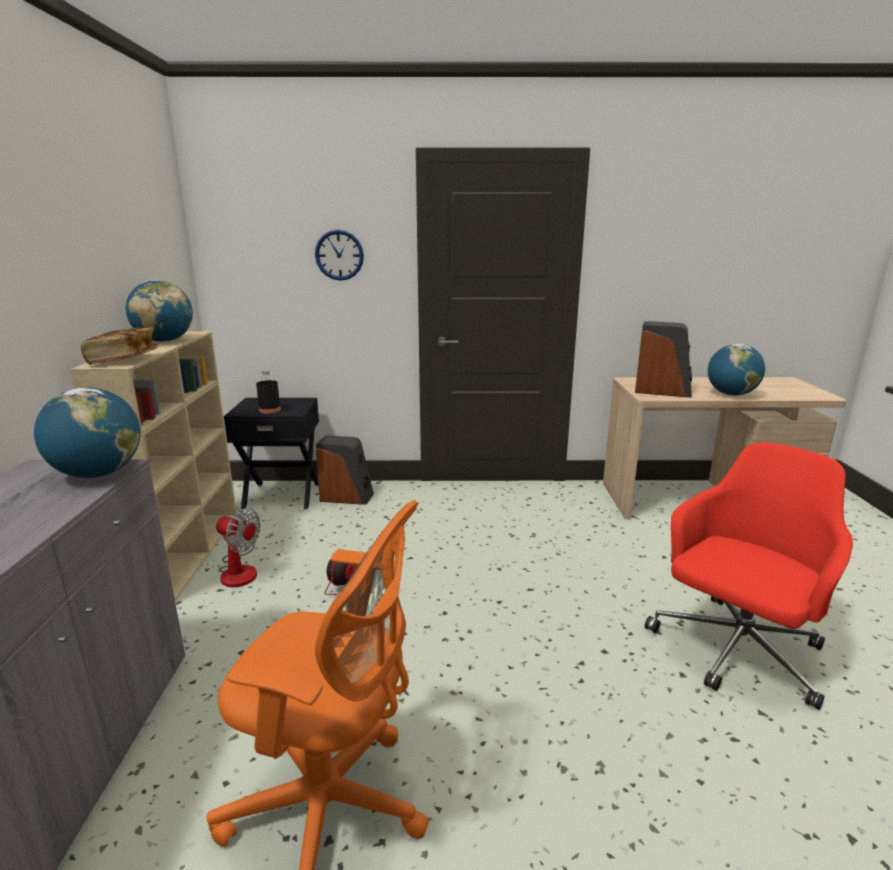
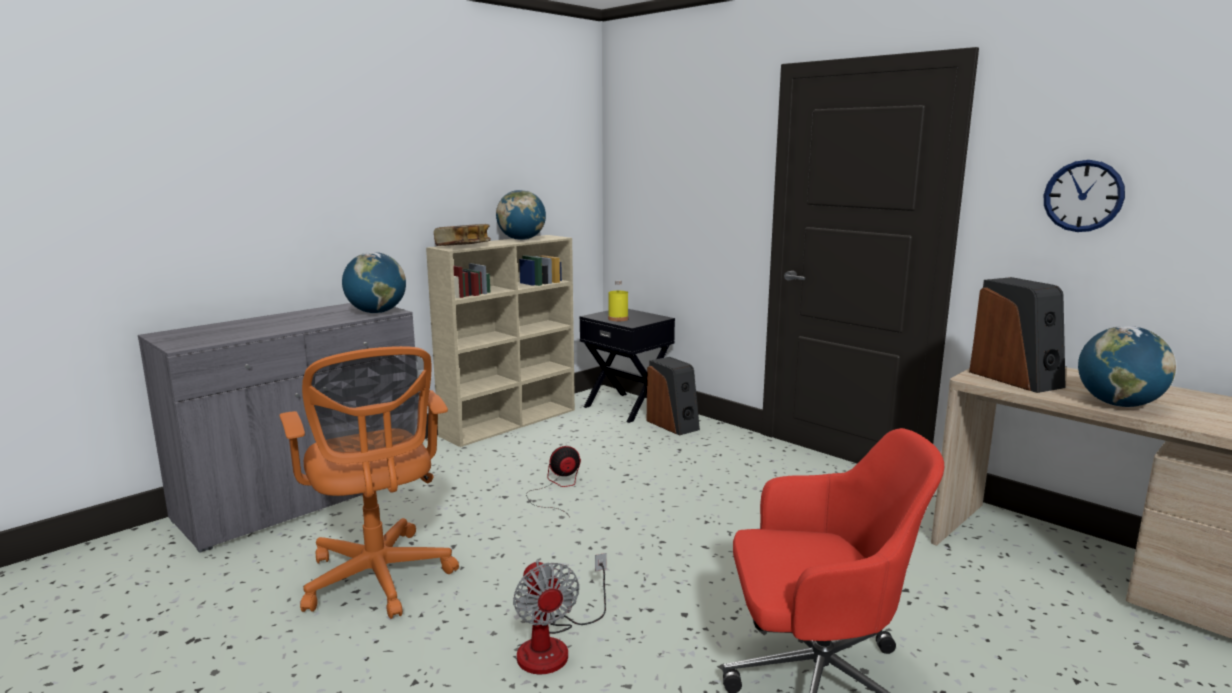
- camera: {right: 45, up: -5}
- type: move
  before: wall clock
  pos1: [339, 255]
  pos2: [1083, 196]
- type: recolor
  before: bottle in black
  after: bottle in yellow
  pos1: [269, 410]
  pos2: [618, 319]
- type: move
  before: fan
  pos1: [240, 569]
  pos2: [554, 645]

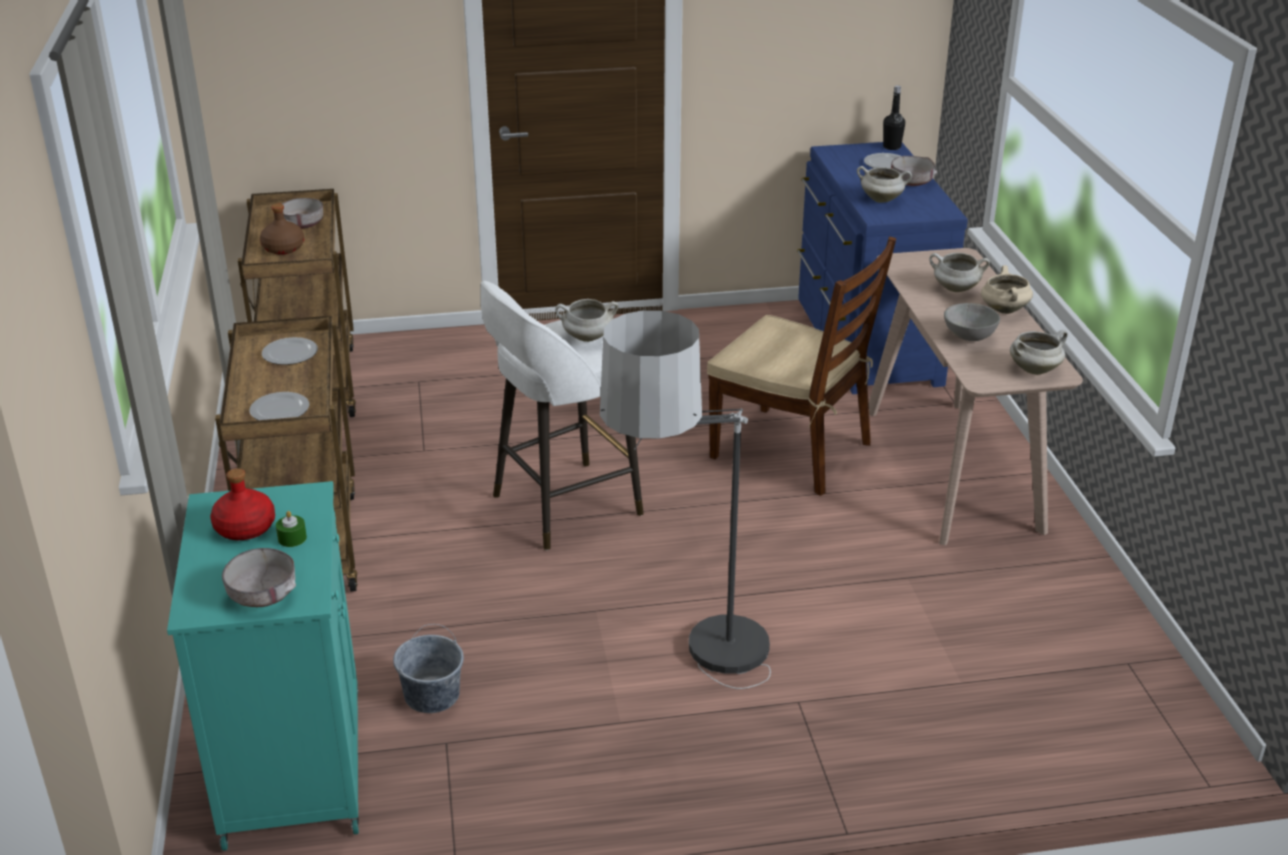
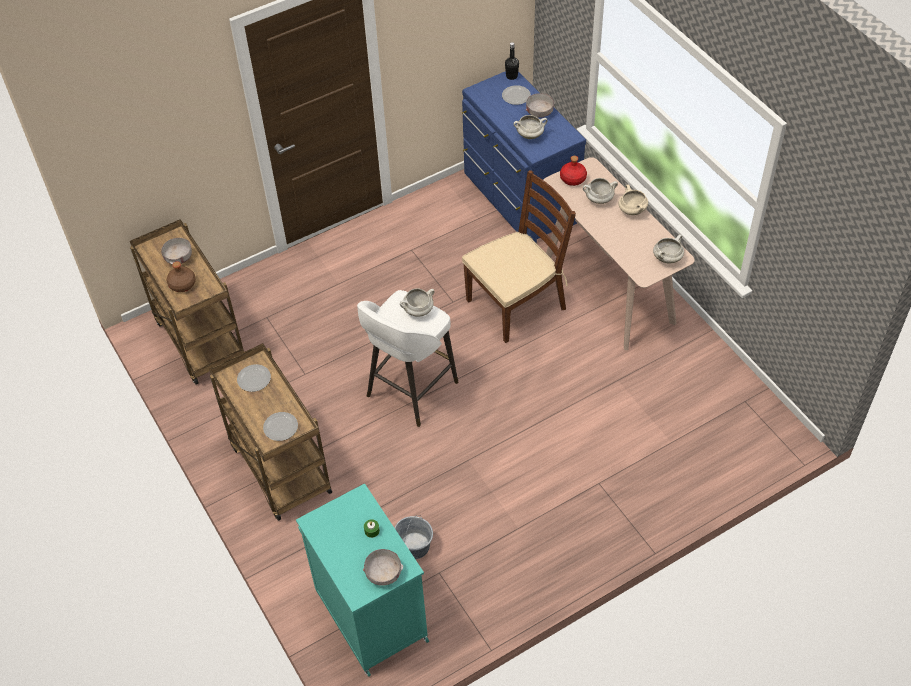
- camera: {right: -20, up: 20}
- type: rotate
  before: chair in brown
  pos1: [792, 450]
  pos2: [516, 304]
  turn: -45
- type: delete
  before: bowl in grey
  pos1: [968, 337]
- type: delete
  before: floor lamp
  pos1: [694, 687]
- type: move
  before: bottle in red
  pos1: [245, 528]
  pos2: [573, 179]

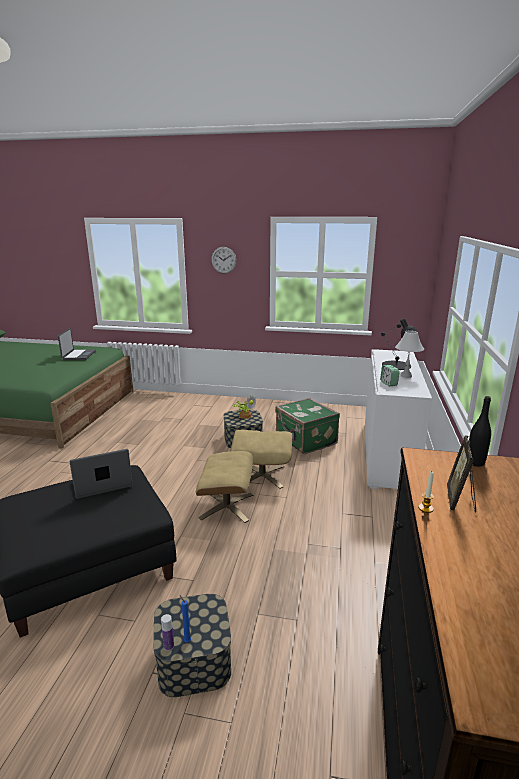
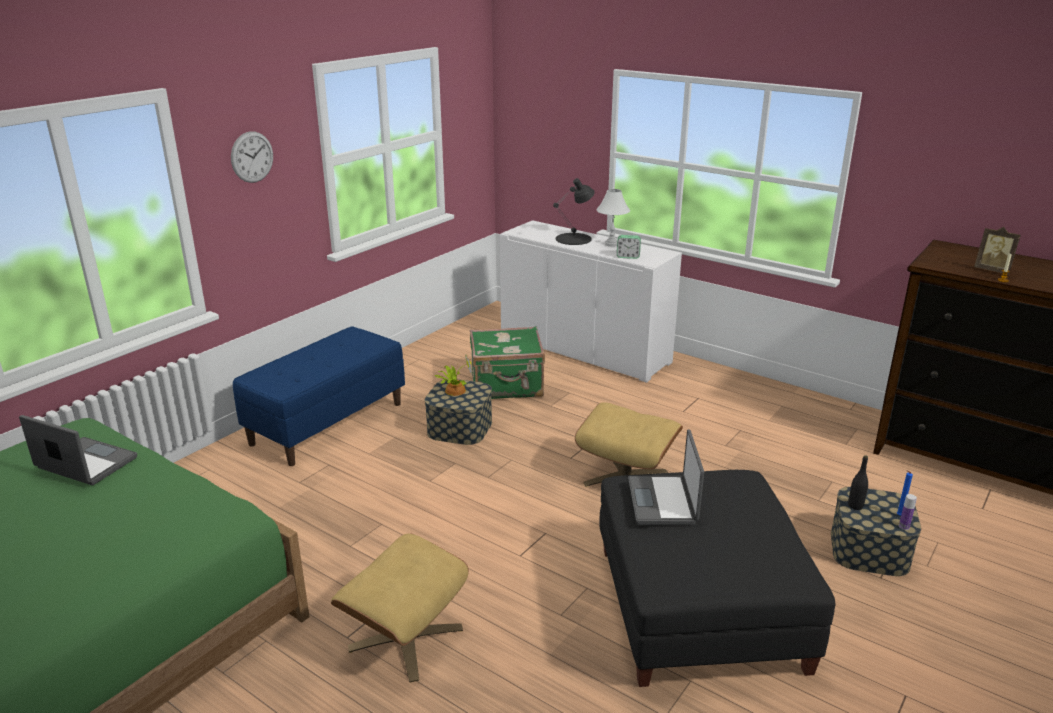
- camera: {right: -65, up: 5}
- type: move
  before: bottle in black
  pos1: [475, 462]
  pos2: [855, 506]
- type: move
  before: ottoman in beige
  pos1: [262, 475]
  pos2: [405, 638]
- type: insert
  after: bench in blue
  pos2: [327, 423]

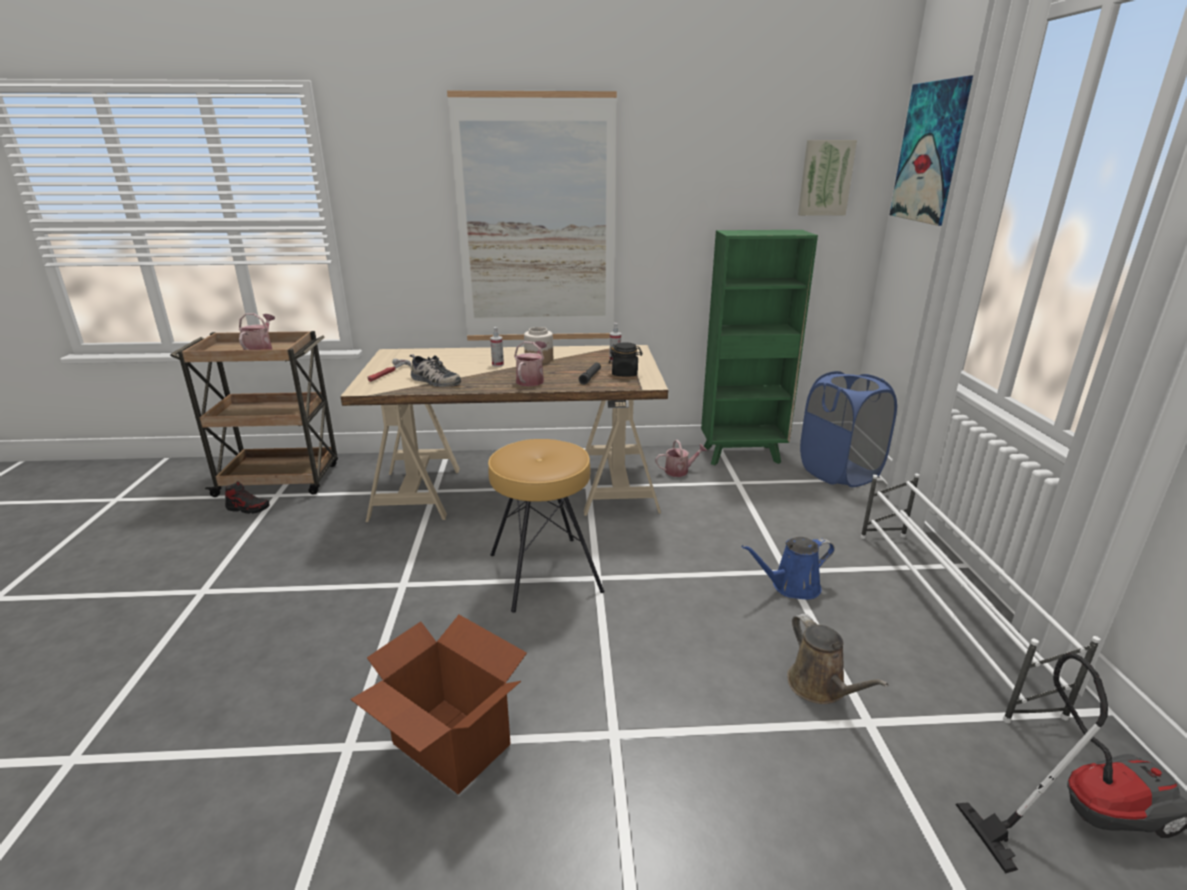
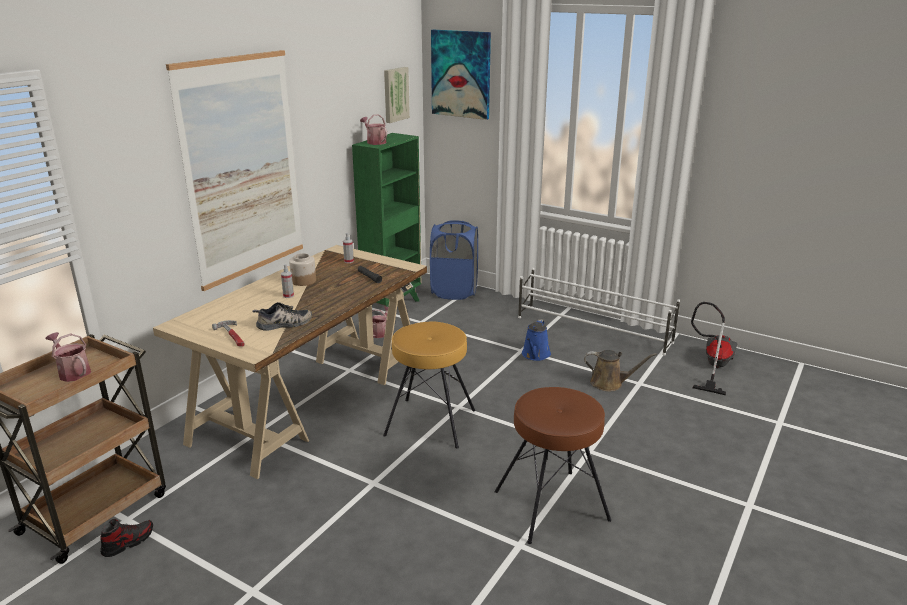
- camera: {right: -55, up: 0}
- type: move
  before: watering can
  pos1: [531, 380]
  pos2: [375, 142]
- type: delete
  before: jar in black
  pos1: [625, 374]
- type: replace
  before: cardboard box
  after: stool in brown
  pos1: [450, 745]
  pos2: [551, 506]

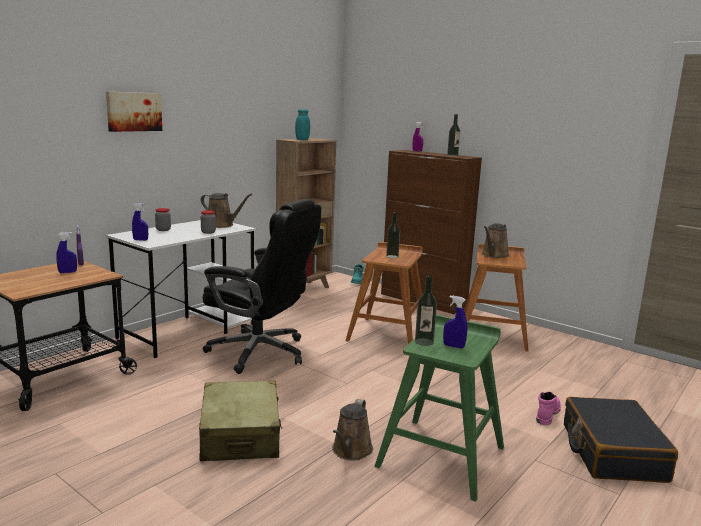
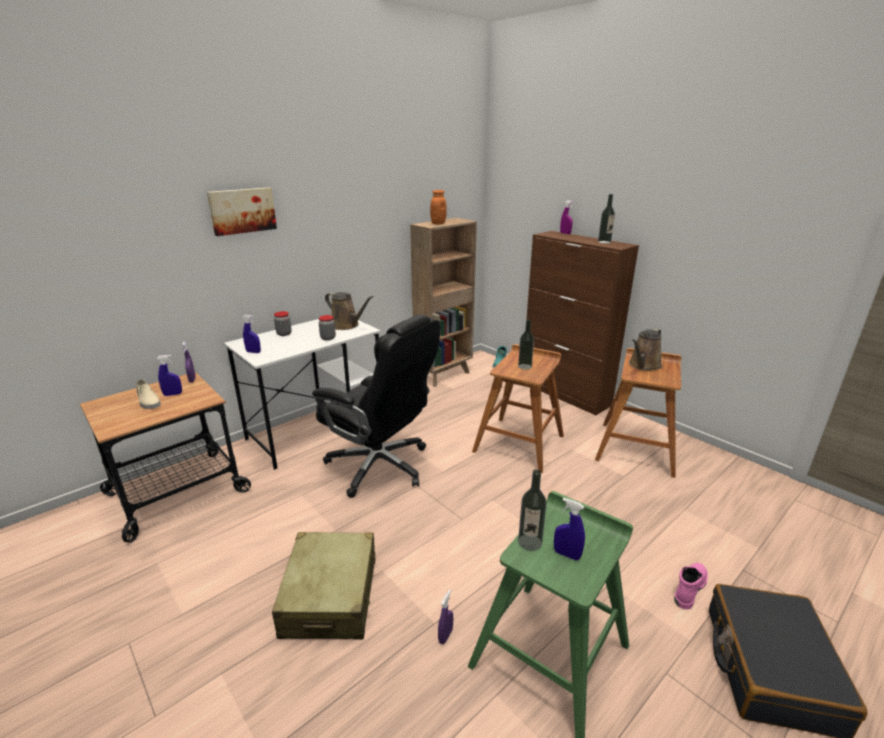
- camera: {right: 10, up: 10}
- type: recolor
  before: jar in turquoise
  after: jar in orange
  pos1: [302, 139]
  pos2: [438, 223]
- type: replace
  before: watering can in brown
  after: spray bottle in purple
  pos1: [351, 451]
  pos2: [445, 636]
- type: insert
  after: shoe in beige
  pos2: [148, 400]

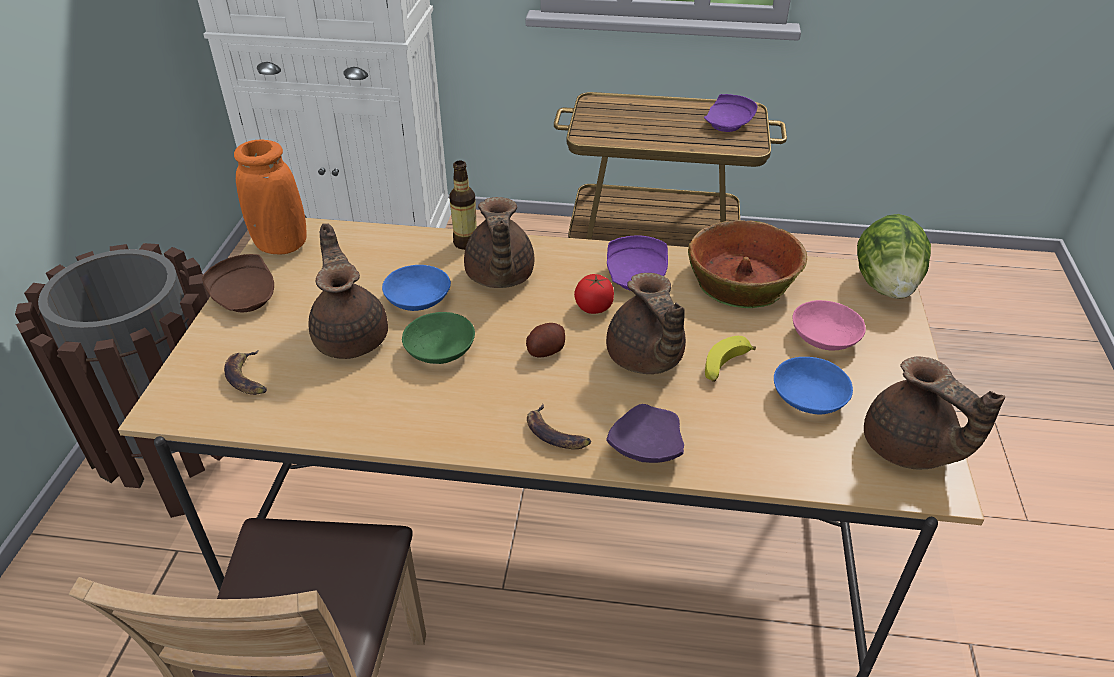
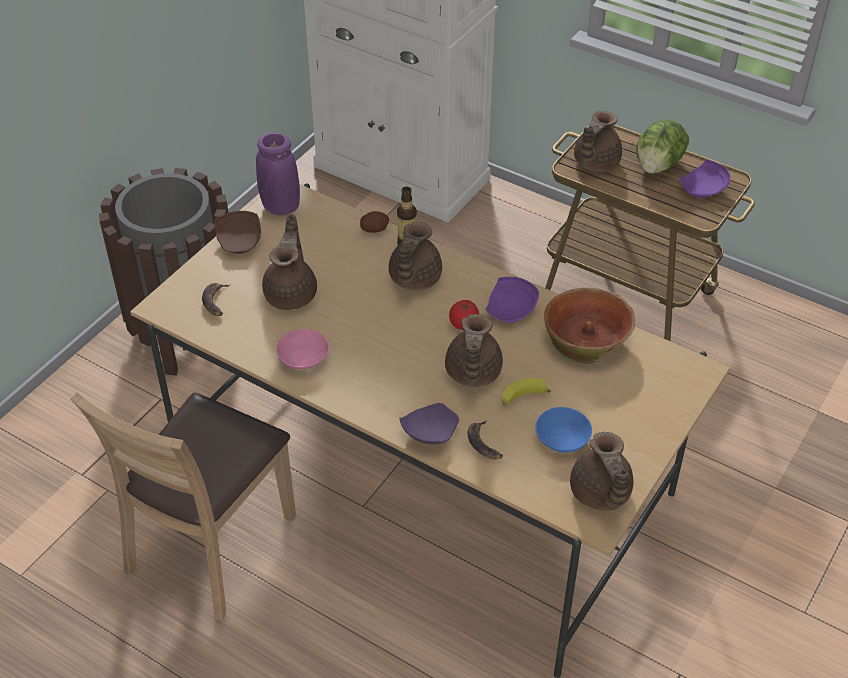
- camera: {right: 25, up: 5}
- type: recolor
  before: vase in orange
  after: vase in purple
  pos1: [281, 245]
  pos2: [280, 207]
- type: move
  before: lettuce
  pos1: [885, 285]
  pos2: [658, 166]
- type: delete
  before: bowl in blue
  pos1: [418, 300]
- type: move
  before: bowl in pink
  pos1: [826, 338]
  pos2: [303, 358]
- type: delete
  before: bowl in green
  pos1: [440, 349]
- type: move
  before: potato
  pos1: [545, 350]
  pos2: [374, 229]
- type: move
  before: banana
  pos1: [556, 433]
  pos2: [484, 443]
- type: insert
  after: teapot in brown
  pos2: [594, 163]

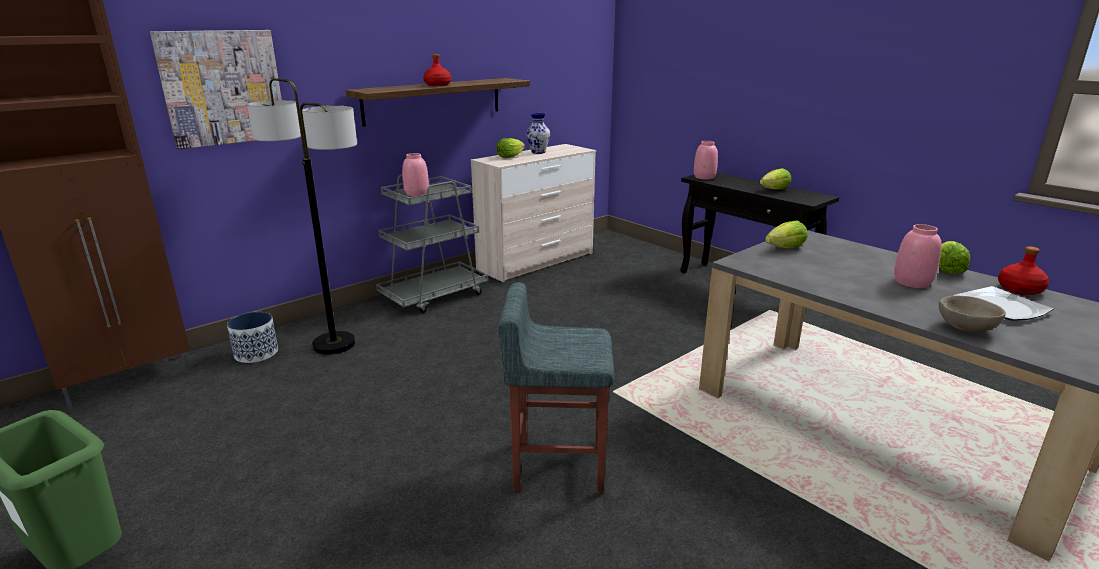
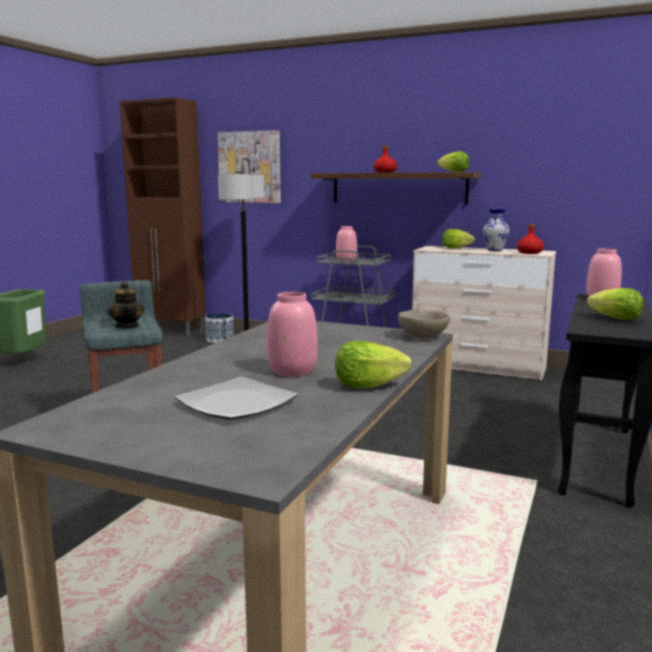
- camera: {right: 65, up: -10}
- type: move
  before: lettuce
  pos1: [785, 248]
  pos2: [454, 172]
- type: move
  before: bottle in red
  pos1: [1019, 289]
  pos2: [530, 253]
- type: move
  before: bowl in beige
  pos1: [966, 328]
  pos2: [423, 336]
- type: insert
  after: teapot
  pos2: [127, 326]

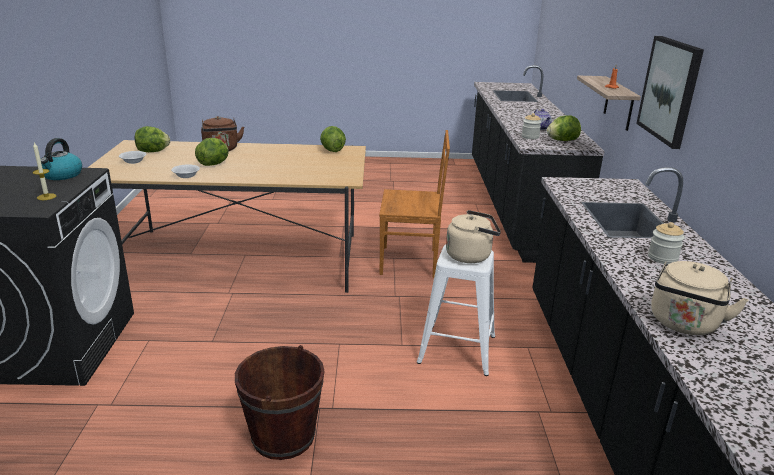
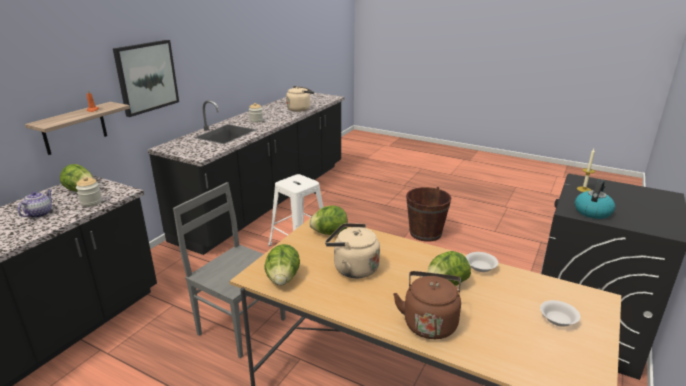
- camera: {right: -150, up: 0}
- type: move
  before: lettuce
  pos1: [153, 151]
  pos2: [329, 233]
- type: recolor
  before: chair in brown
  after: chair in grey
  pos1: [411, 262]
  pos2: [240, 325]
- type: move
  before: kettle in beige
  pos1: [471, 255]
  pos2: [353, 268]

